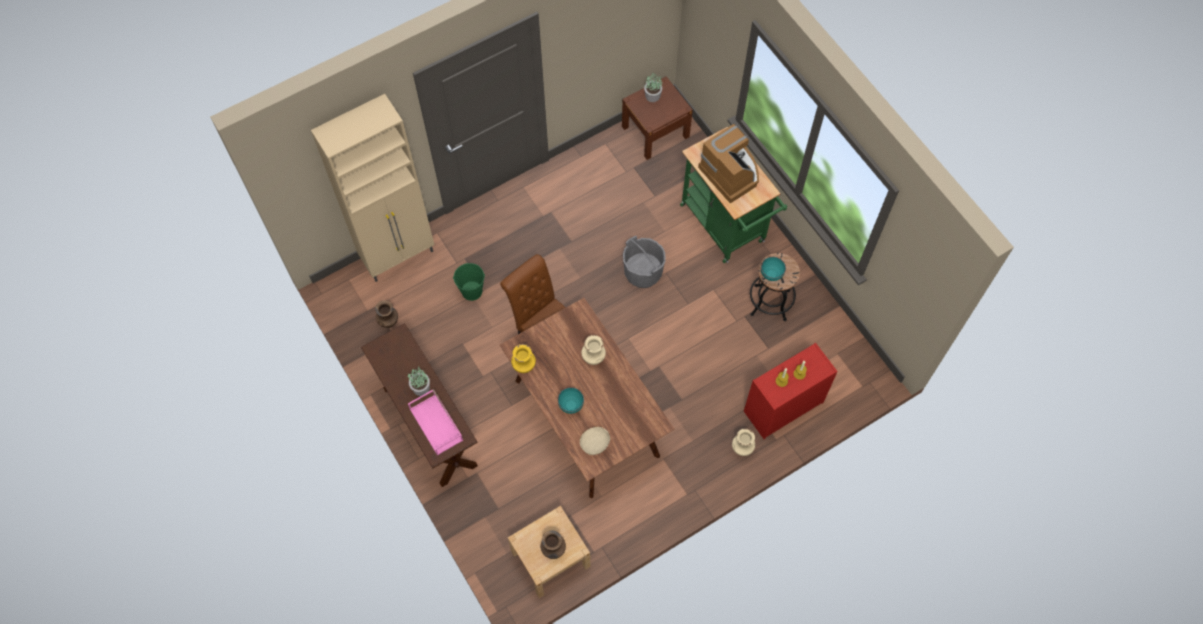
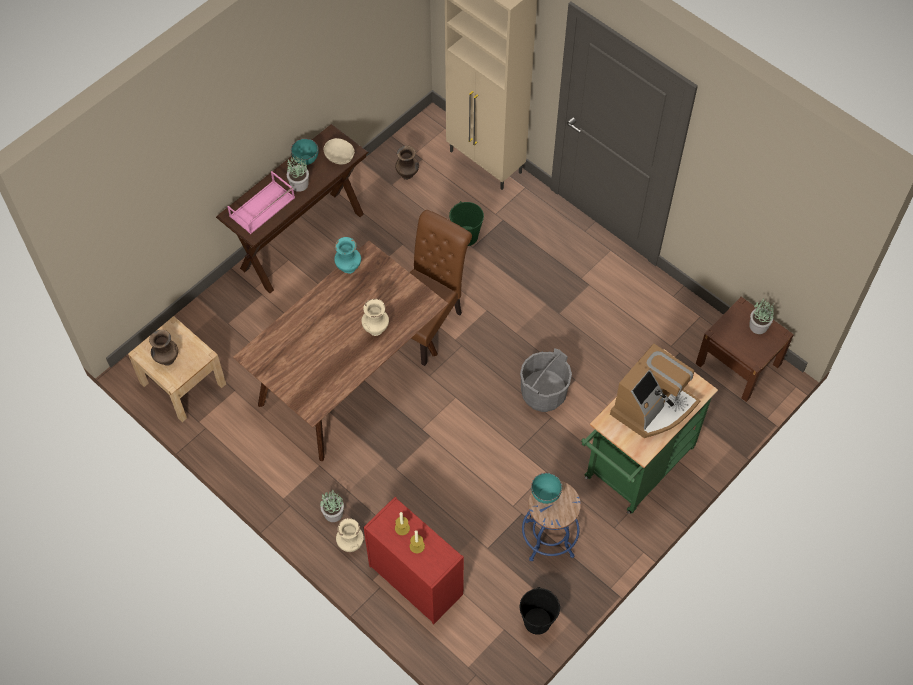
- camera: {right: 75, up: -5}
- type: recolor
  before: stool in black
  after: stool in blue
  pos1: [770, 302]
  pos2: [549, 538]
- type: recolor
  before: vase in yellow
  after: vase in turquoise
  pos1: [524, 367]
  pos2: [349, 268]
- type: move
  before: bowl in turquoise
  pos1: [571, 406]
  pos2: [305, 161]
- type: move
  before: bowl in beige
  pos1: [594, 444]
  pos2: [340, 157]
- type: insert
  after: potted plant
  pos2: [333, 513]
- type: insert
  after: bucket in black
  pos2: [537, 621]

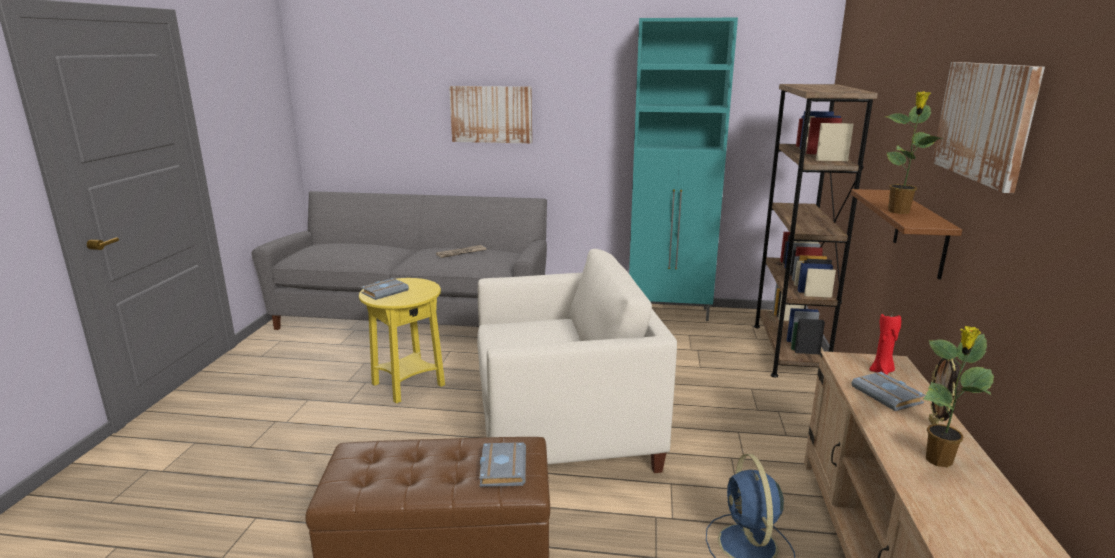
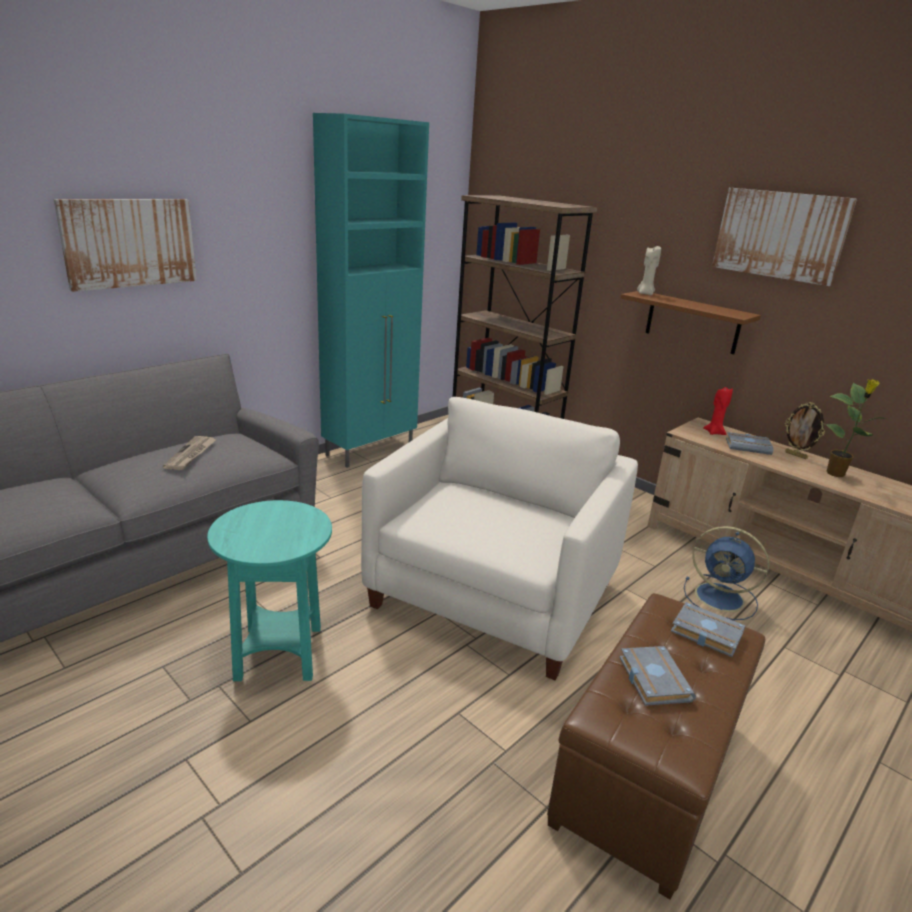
- camera: {right: -55, up: 5}
- type: delete
  before: potted plant
  pos1: [899, 212]
- type: recolor
  before: side table in yellow
  after: side table in turquoise
  pos1: [408, 385]
  pos2: [279, 653]
- type: move
  before: book in grey
  pos1: [385, 291]
  pos2: [651, 678]
- type: insert
  after: candle in beige
  pos2: [645, 294]

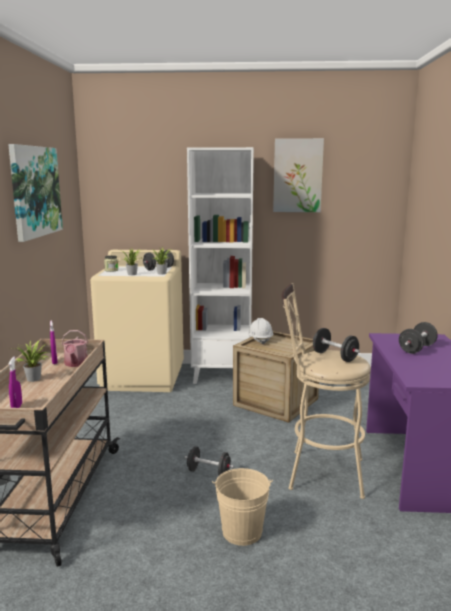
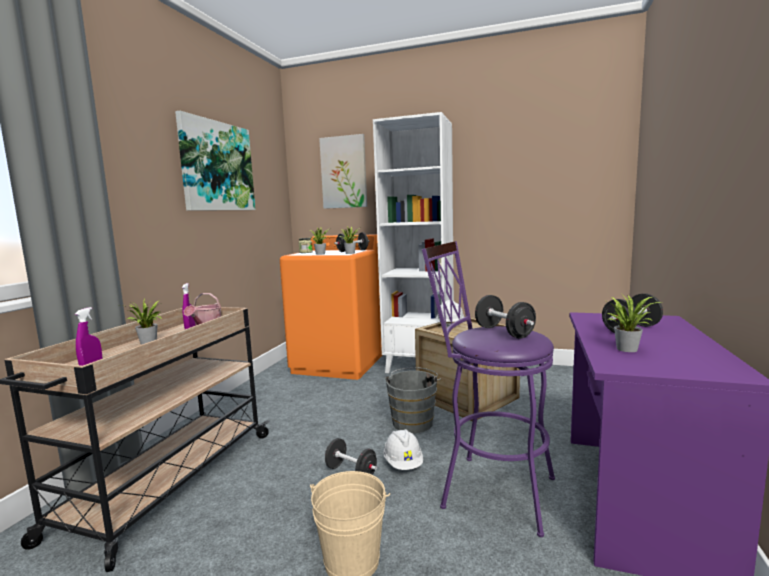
- camera: {right: 15, up: -5}
- type: move
  before: picture
  pos1: [297, 175]
  pos2: [344, 172]
- type: recolor
  before: washing machine in beige
  after: washing machine in orange
  pos1: [143, 377]
  pos2: [339, 363]
- type: recolor
  before: stool in beige
  after: stool in purple
  pos1: [318, 472]
  pos2: [488, 489]
- type: insert
  after: potted plant
  pos2: [627, 348]
- type: insert
  after: bucket in grey
  pos2: [413, 421]
- type: insert
  after: hard hat in white
  pos2: [403, 464]

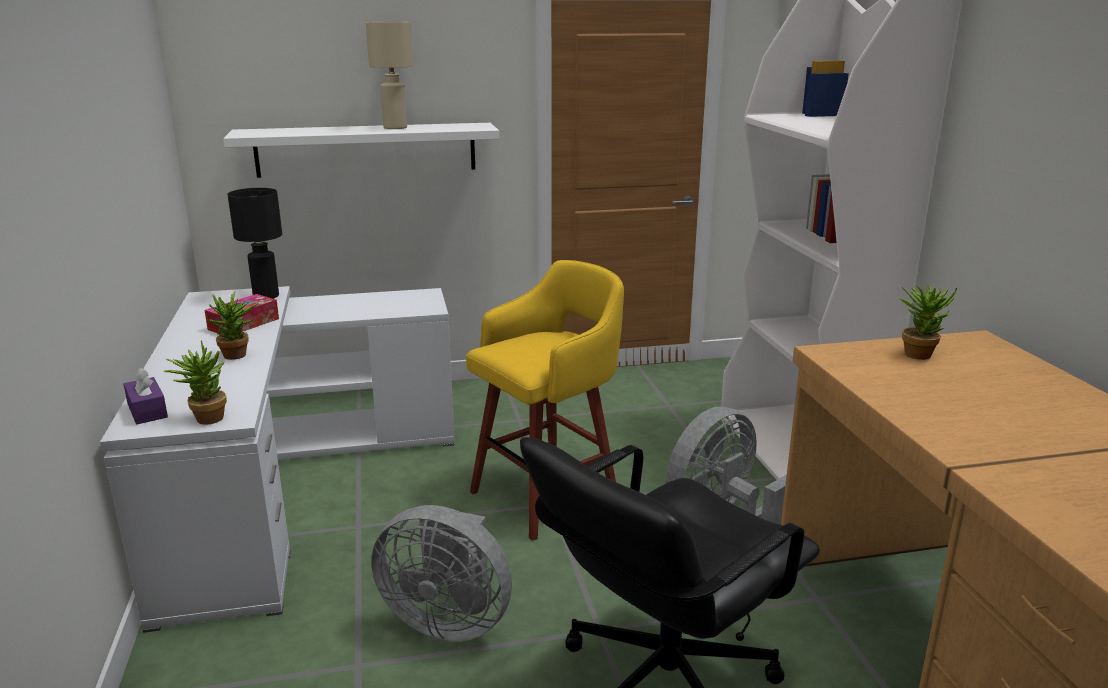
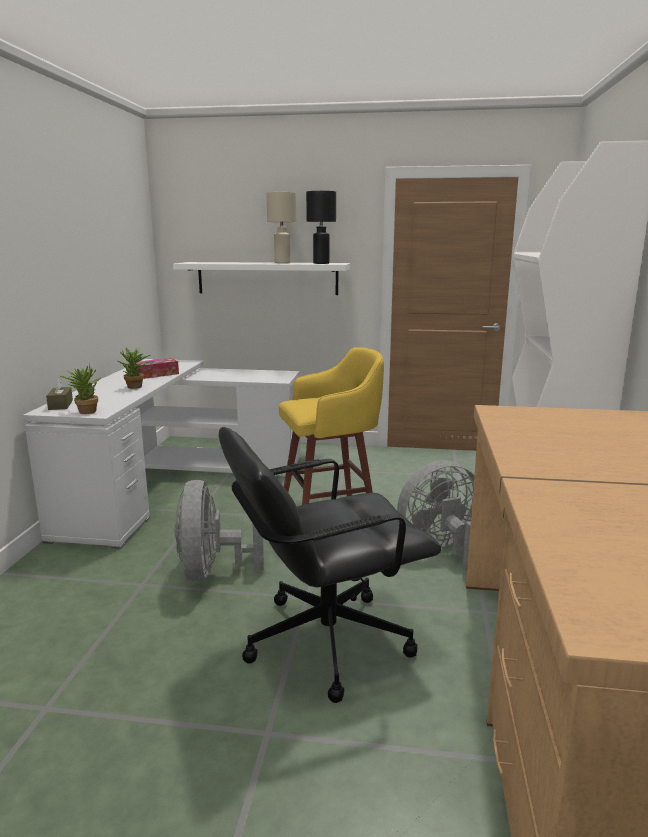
- camera: {right: 20, up: -5}
- type: move
  before: table lamp in black
  pos1: [265, 296]
  pos2: [321, 263]
- type: delete
  before: potted plant
  pos1: [919, 353]
- type: recolor
  before: tissue box in purple
  after: tissue box in brown
  pos1: [147, 410]
  pos2: [60, 405]
- type: rotate
  before: fan in grey
  pos1: [448, 620]
  pos2: [213, 571]
  turn: 45

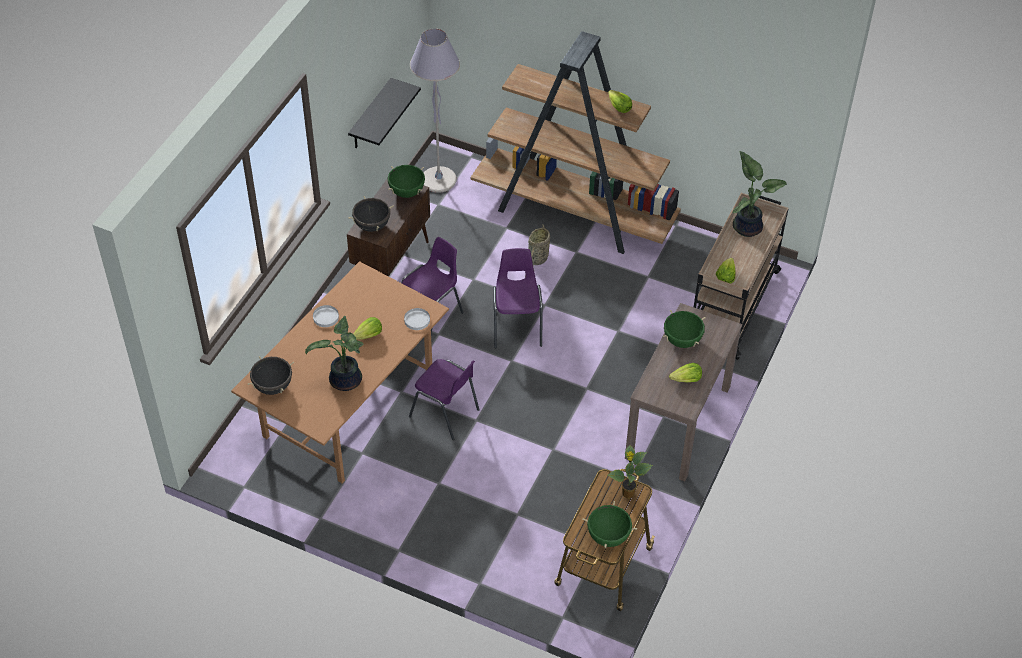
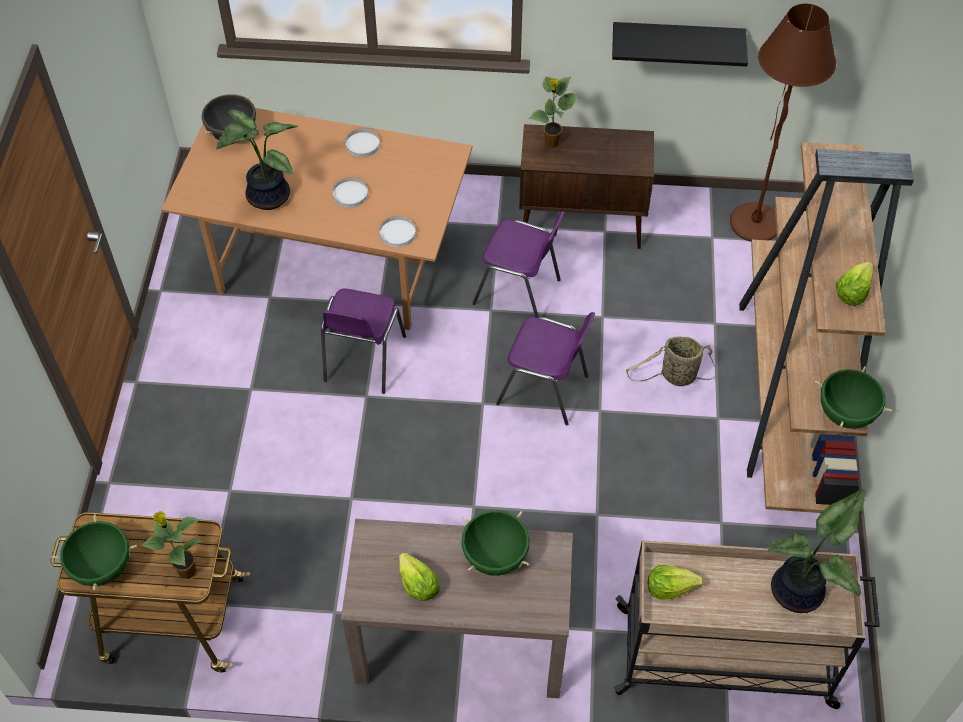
- camera: {right: 70, up: 5}
- type: recolor
  before: floor lamp in grey
  after: floor lamp in brown
  pos1: [439, 180]
  pos2: [755, 224]
- type: move
  before: cooking pot in green
  pos1: [406, 192]
  pos2: [845, 414]
- type: replace
  before: cooking pot in black
  after: potted plant
  pos1: [372, 225]
  pos2: [551, 143]
- type: rotate
  before: chair in purple
  pos1: [517, 326]
  pos2: [545, 390]
  turn: 45
- type: replace
  before: lettuce
  after: plate in white
  pos1: [368, 335]
  pos2: [350, 194]

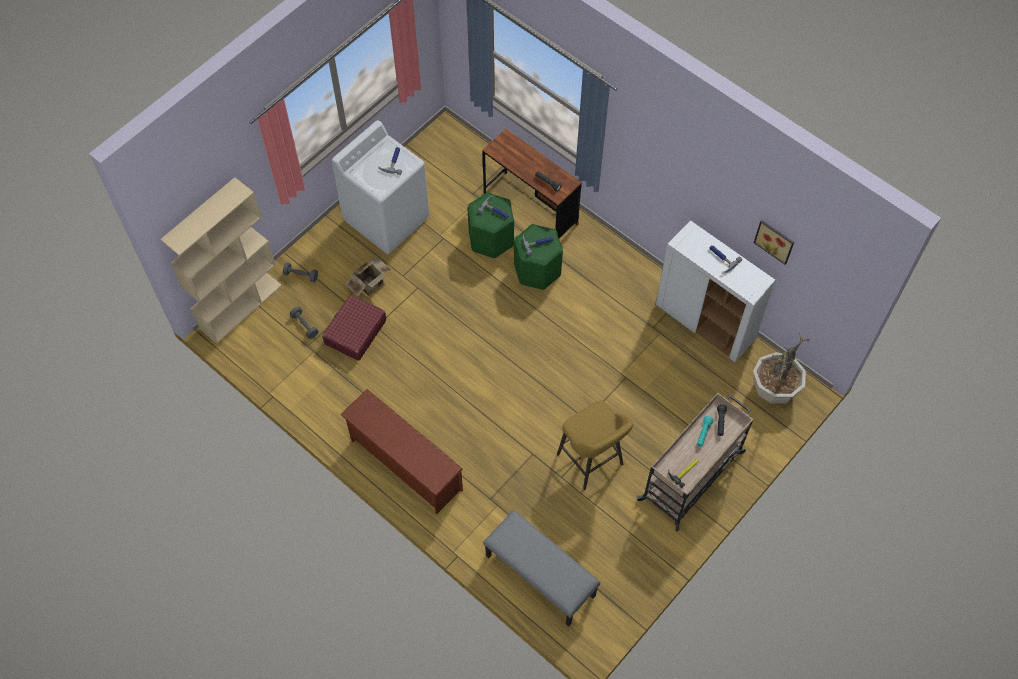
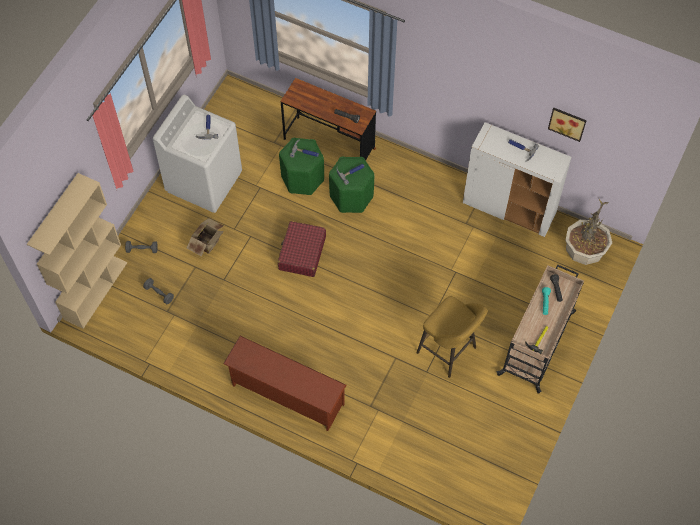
- camera: {right: -15, up: 0}
- type: move
  before: suitcase in red
  pos1: [355, 332]
  pos2: [302, 253]
- type: delete
  before: bench in grey
  pos1: [539, 576]

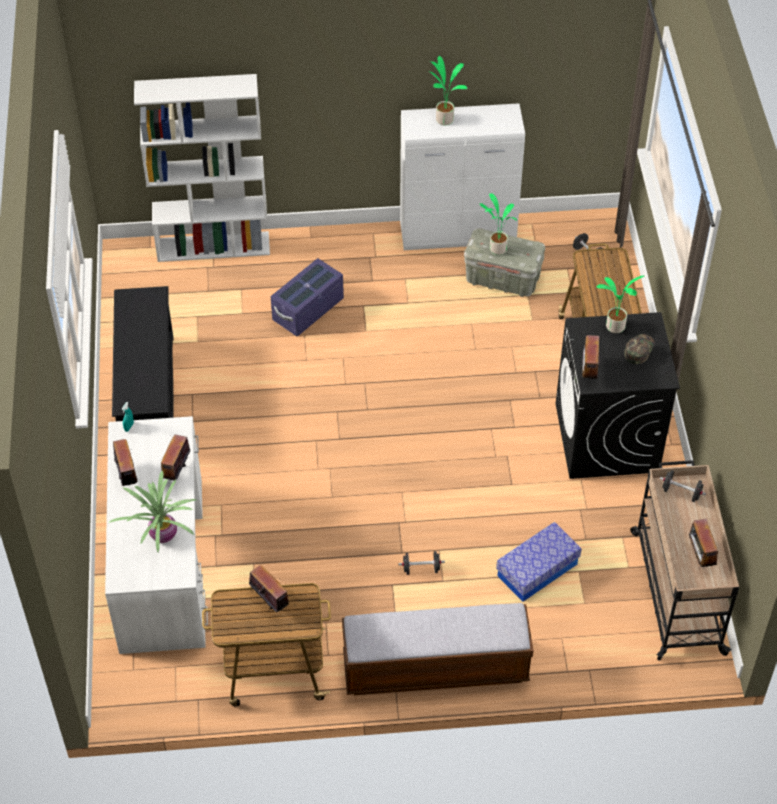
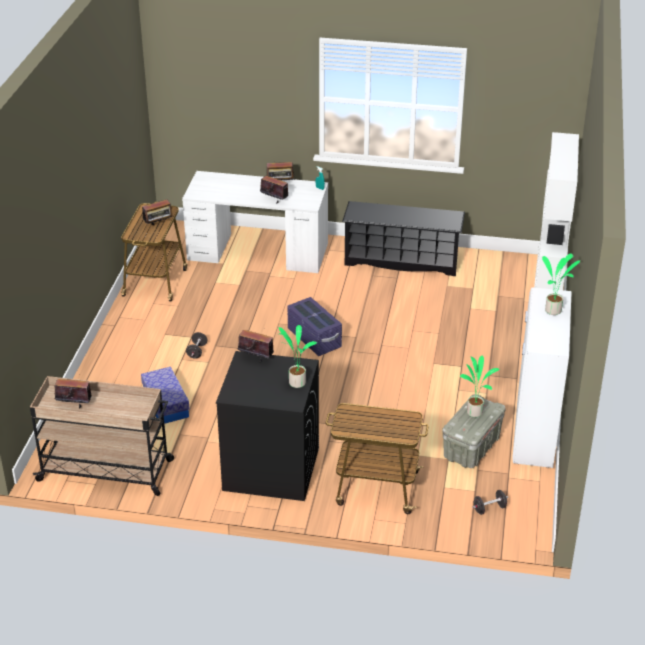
- camera: {right: 105, up: -15}
- type: move
  before: storage box in purple
  pos1: [307, 310]
  pos2: [314, 338]
- type: delete
  before: cap in green
  pos1: [638, 350]
- type: delete
  before: potted plant
  pos1: [162, 534]
- type: delete
  before: dumbbell in black
  pos1: [681, 492]
- type: delete
  before: bench
  pos1: [435, 668]

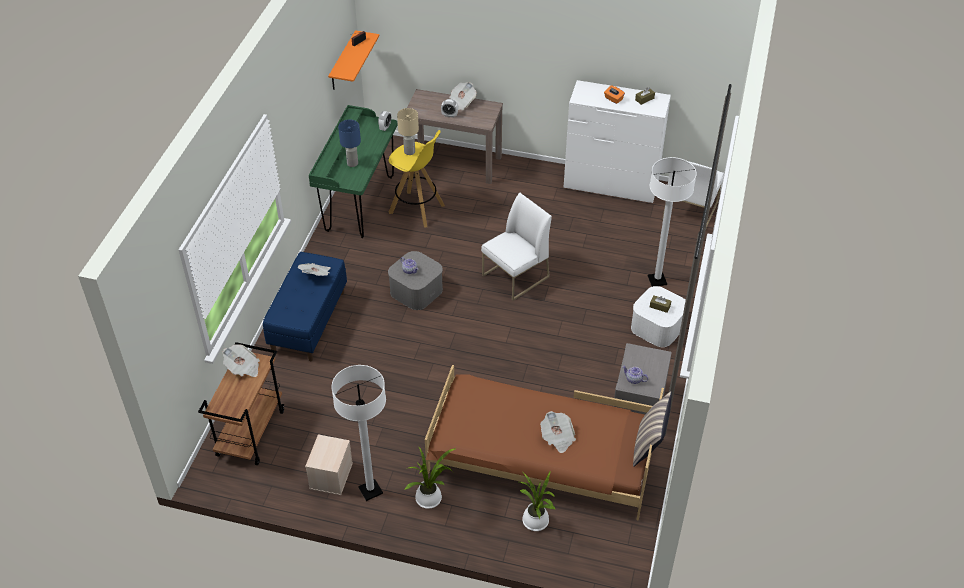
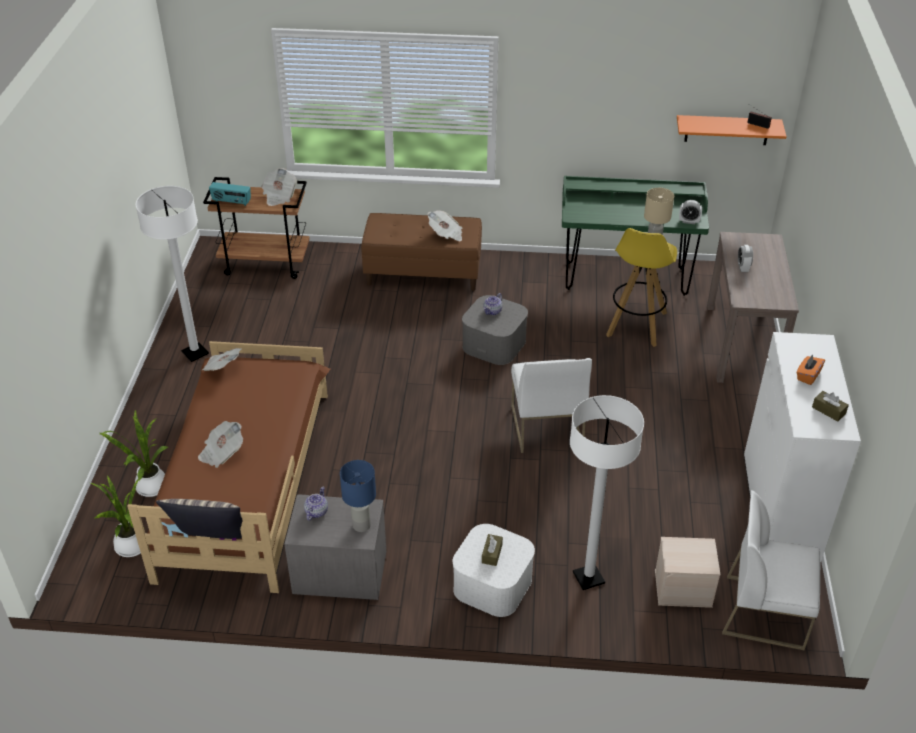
- camera: {right: 80, up: -5}
- type: move
  before: newspaper
  pos1: [461, 103]
  pos2: [222, 368]
- type: move
  before: table lamp in blue
  pos1: [352, 163]
  pos2: [361, 525]
- type: rotate
  before: chair in white
  pos1: [515, 277]
  pos2: [546, 426]
  turn: 45
- type: recolor
  before: bench in blue
  after: bench in brown
  pos1: [308, 321]
  pos2: [423, 273]
- type: move
  before: storage box in beige
  pos1: [330, 475]
  pos2: [683, 587]
- type: move
  before: potted plant
  pos1: [431, 498]
  pos2: [131, 548]
- type: insert
  after: radio
  pos2: [231, 202]

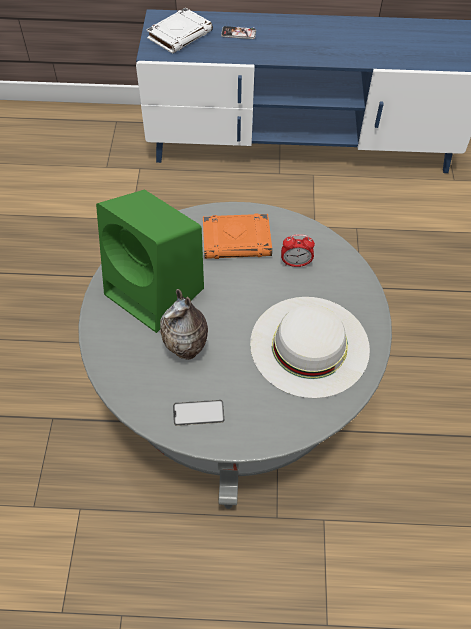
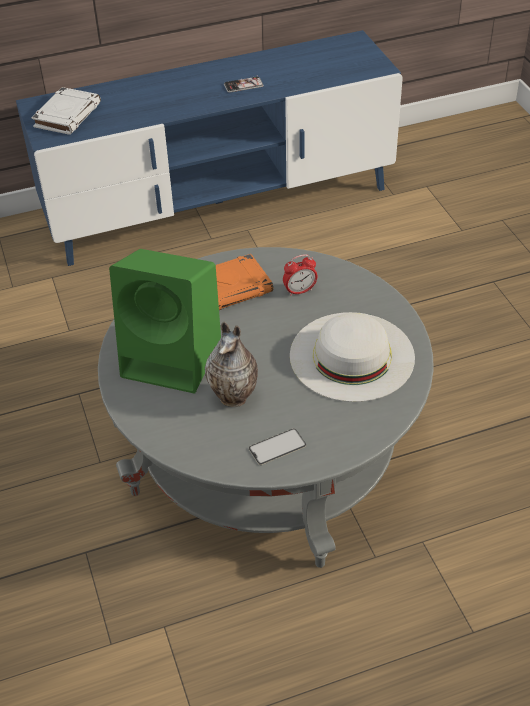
- camera: {right: -20, up: -10}
- type: move
  before: phone
  pos1: [238, 33]
  pos2: [243, 85]

